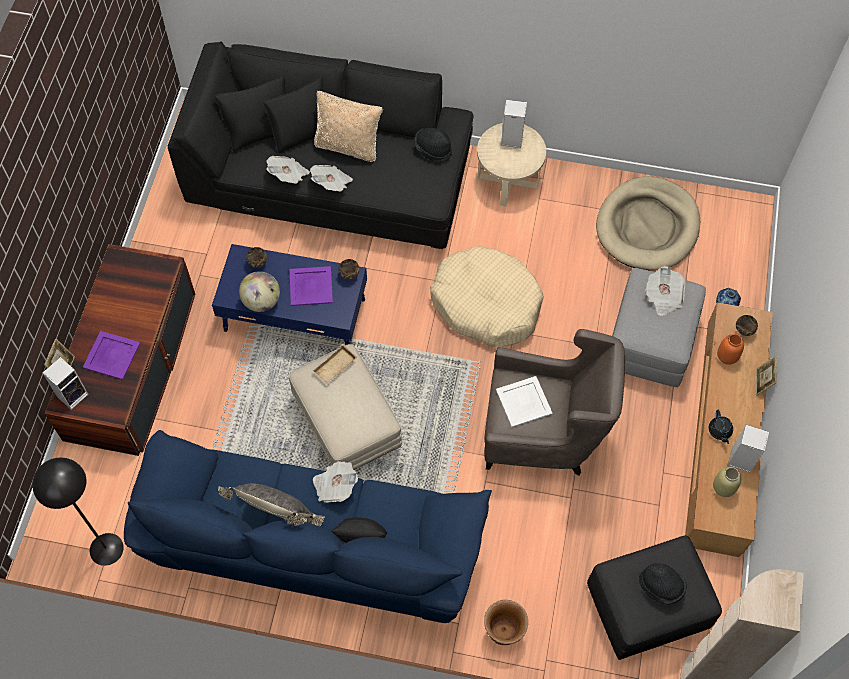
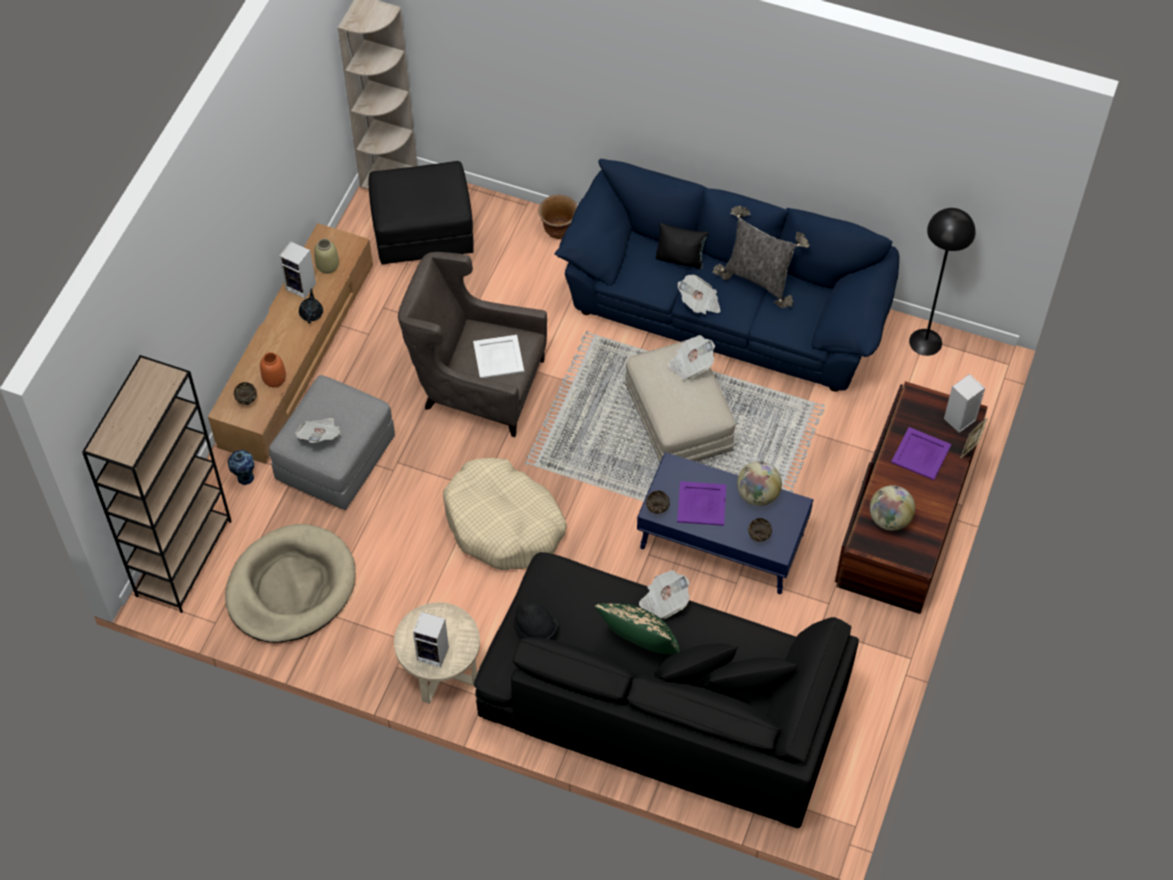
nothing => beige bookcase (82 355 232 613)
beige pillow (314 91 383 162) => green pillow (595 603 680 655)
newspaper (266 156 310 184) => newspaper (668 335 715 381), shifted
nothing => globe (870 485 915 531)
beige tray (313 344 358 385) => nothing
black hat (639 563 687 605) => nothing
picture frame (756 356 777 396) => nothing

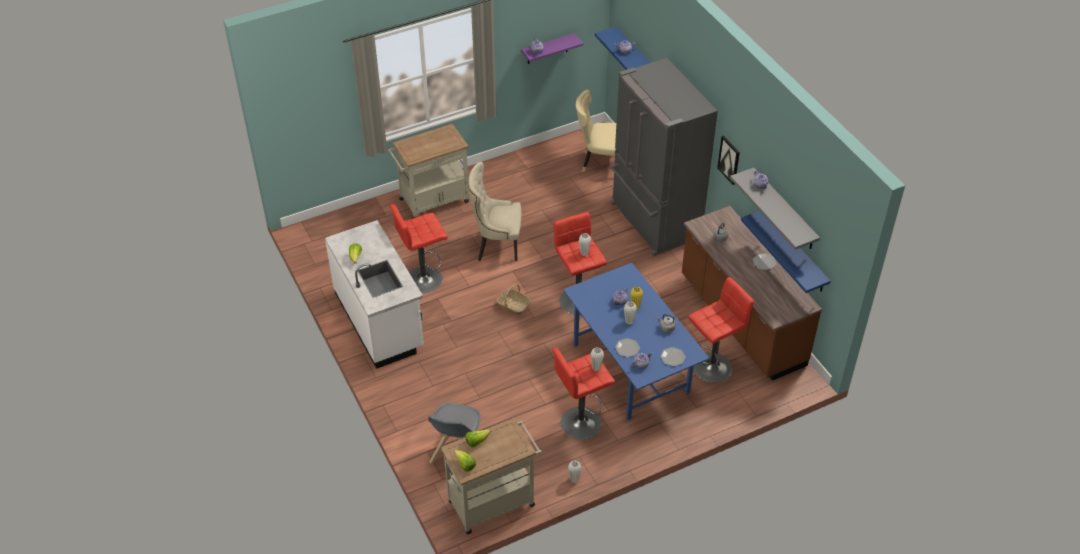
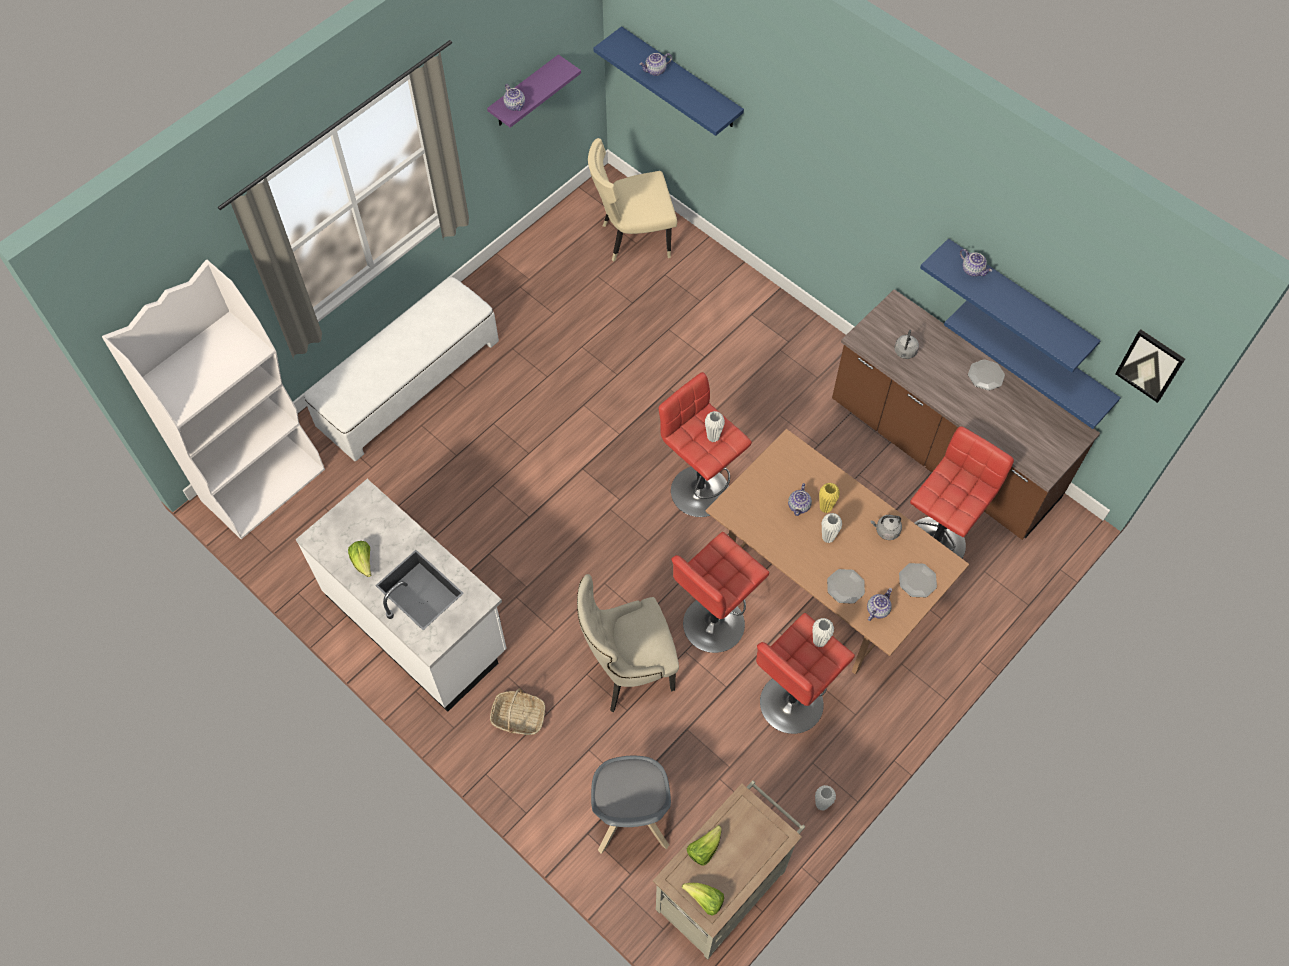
nothing => white bookcase (102 259 325 539)
beige cart (388 124 469 219) => white bench (304 277 499 461)
basket (497 284 530 315) => basket (490 688 545 735), shifted
beige chair (468 162 521 261) => beige chair (577 574 679 712), shifted
red stool (390 204 447 293) => red stool (671 532 769 653), shifted
blue dining table (563 263 709 420) => brown dining table (705 429 969 674)
grey shelf (730 167 820 250) => blue shelf (920 238 1101 372)
picture (717 135 740 185) => picture (1115 329 1185 403), shifted
grey fridge (610 58 718 256) => nothing

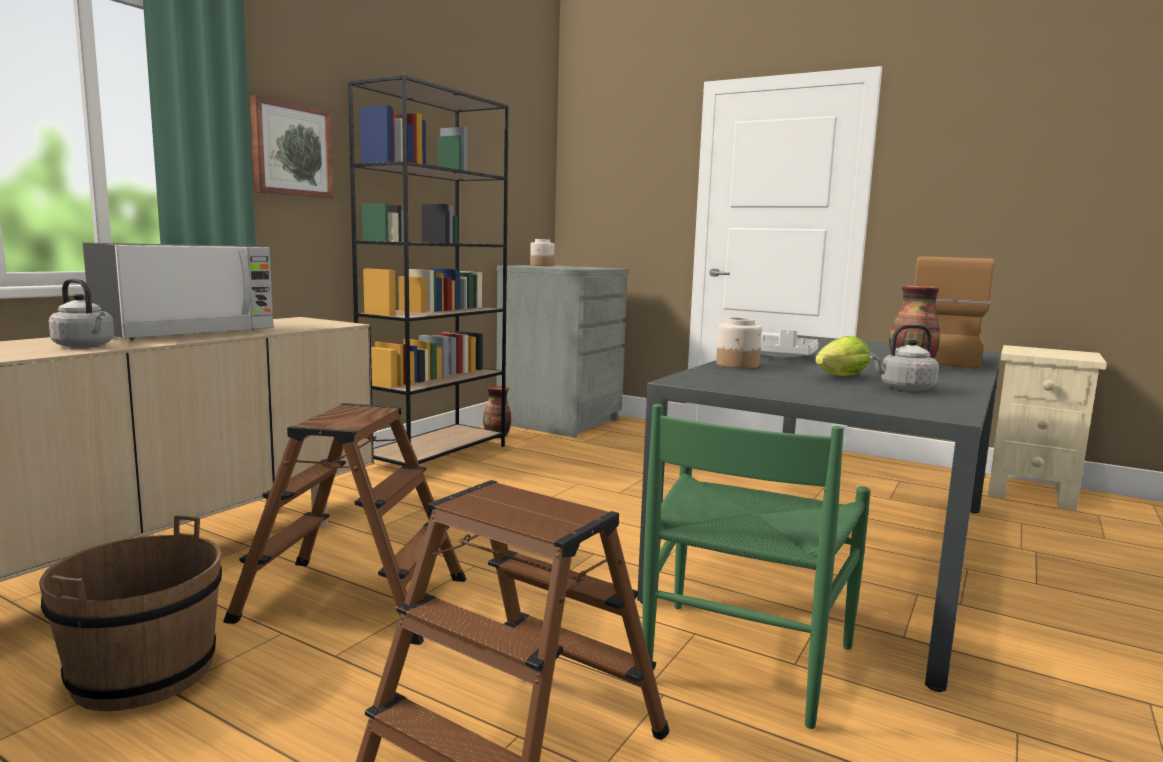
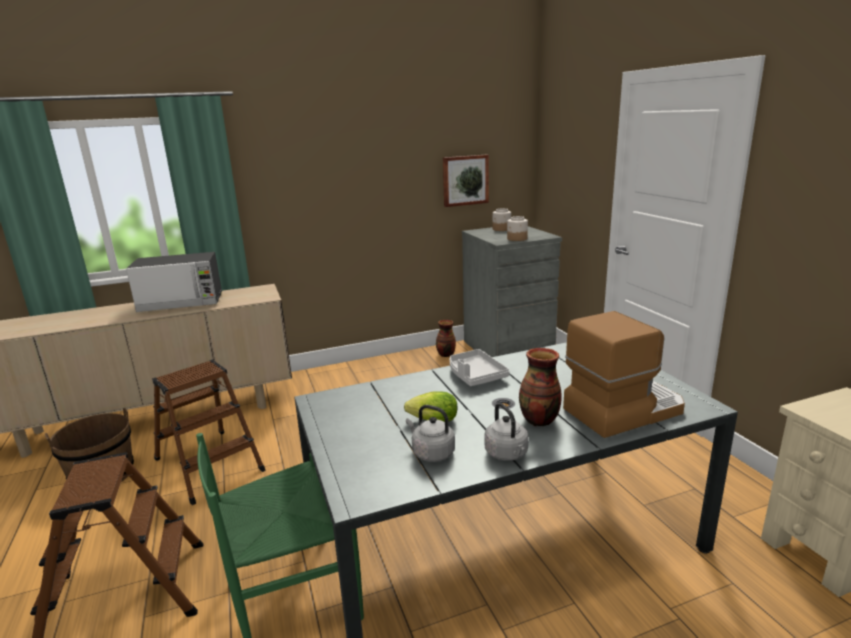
picture (250 95 333 198) => picture (443 154 489 207), shifted
grey kettle (49 278 114 348) => grey kettle (484 403 529 461), shifted
jar (716 317 762 368) => jar (507 216 528 241), shifted
beige bookcase (348 75 509 466) => nothing

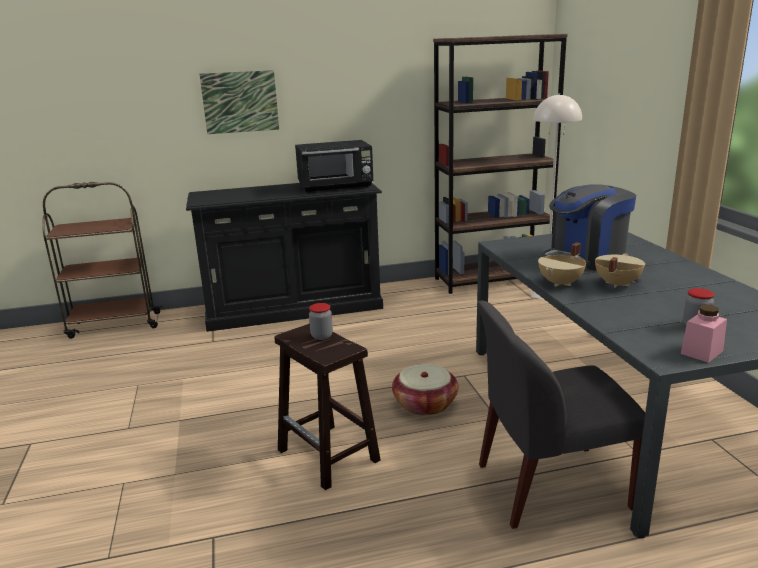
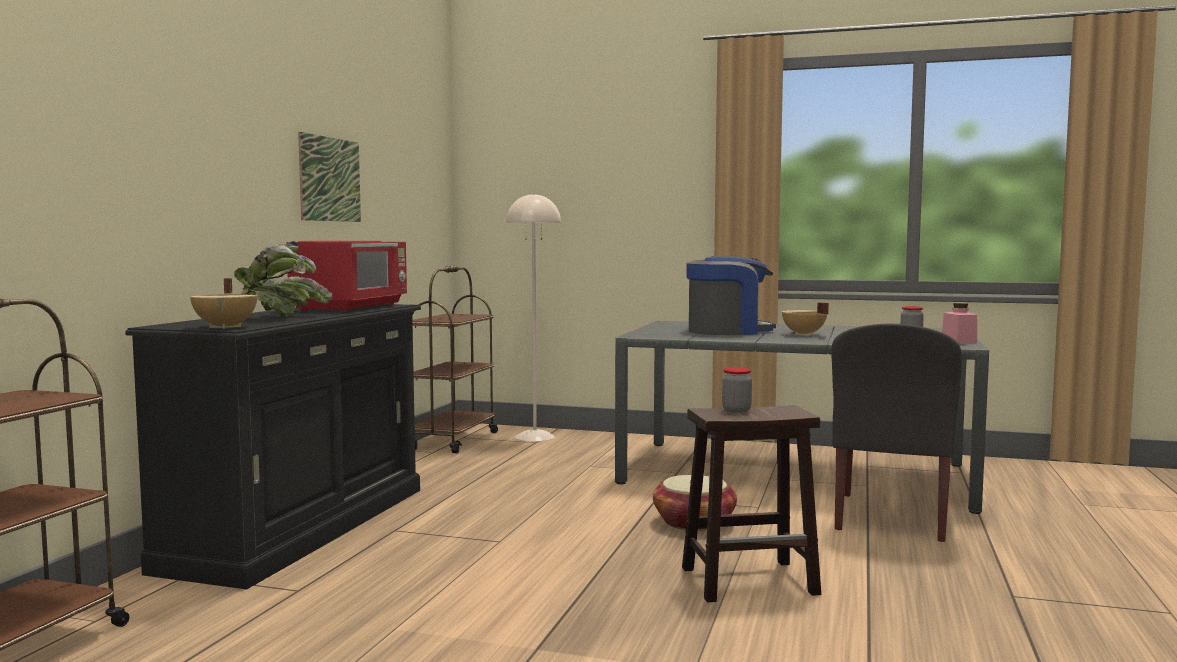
beige cooking pot (538 242 586 287) => beige cooking pot (189 278 258 329), shifted
nothing => potted plant (234 241 332 317)
black microwave (295 140 373 193) => red microwave (286 241 407 312)
picture (200 70 279 134) => picture (298 132 361 222), shifted
brown bookcase (433 34 568 294) => brown cart (412 265 498 453)
coffee machine (541 184 636 271) => coffee machine (686 256 776 335), 105 degrees counterclockwise

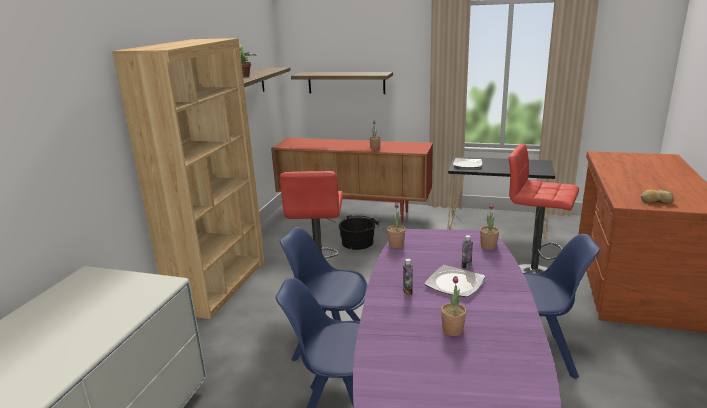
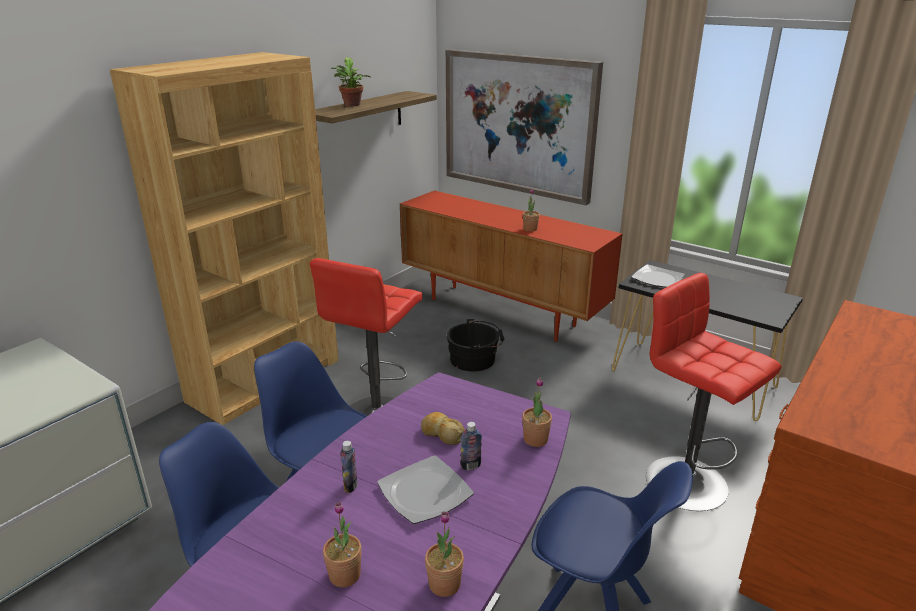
bread (641 190 673 204) => bread (421 412 465 445), shifted
potted plant (387 203 405 248) => potted plant (425 511 464 597), shifted
shelf (291 72 393 94) => picture (446 50 603 205)

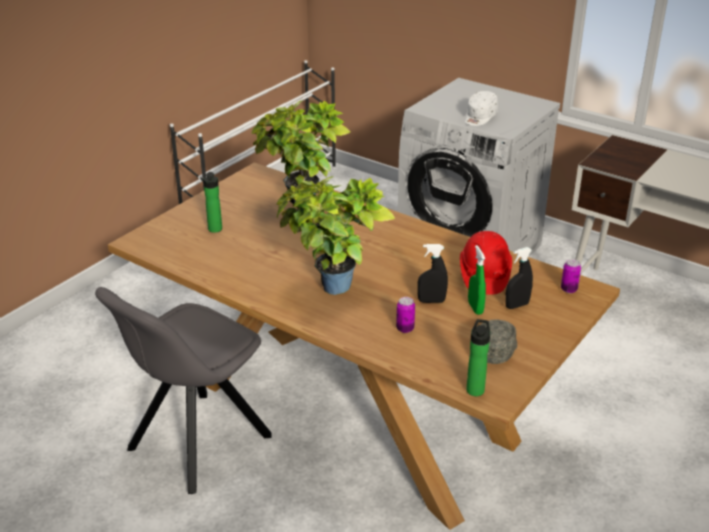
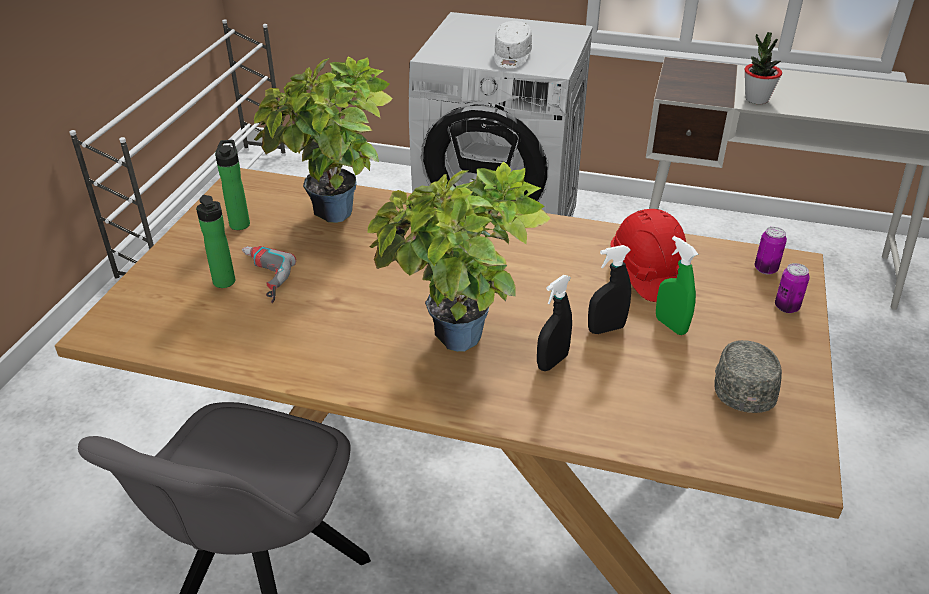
bottle (466 319 490 396) => bottle (215 140 250 230), shifted
nothing => power drill (242 246 296 303)
black spray bottle (505 247 533 309) => black spray bottle (537 275 572 371), shifted
nothing => potted plant (744 32 782 104)
can (396 297 415 333) => can (775 263 810 313), shifted

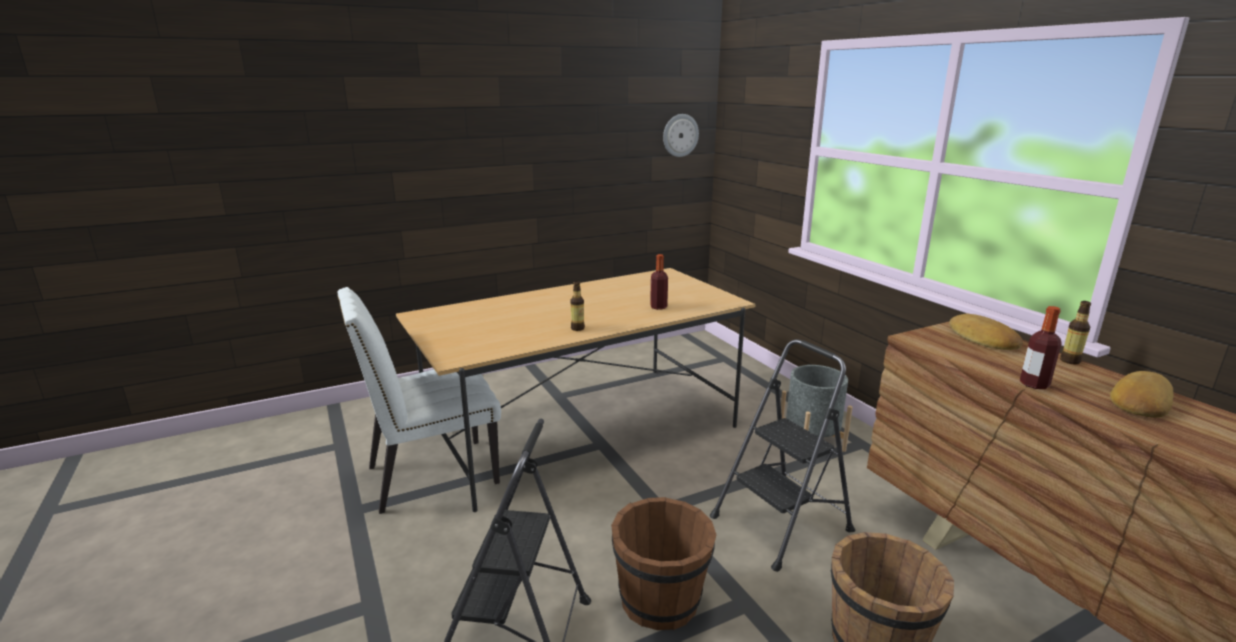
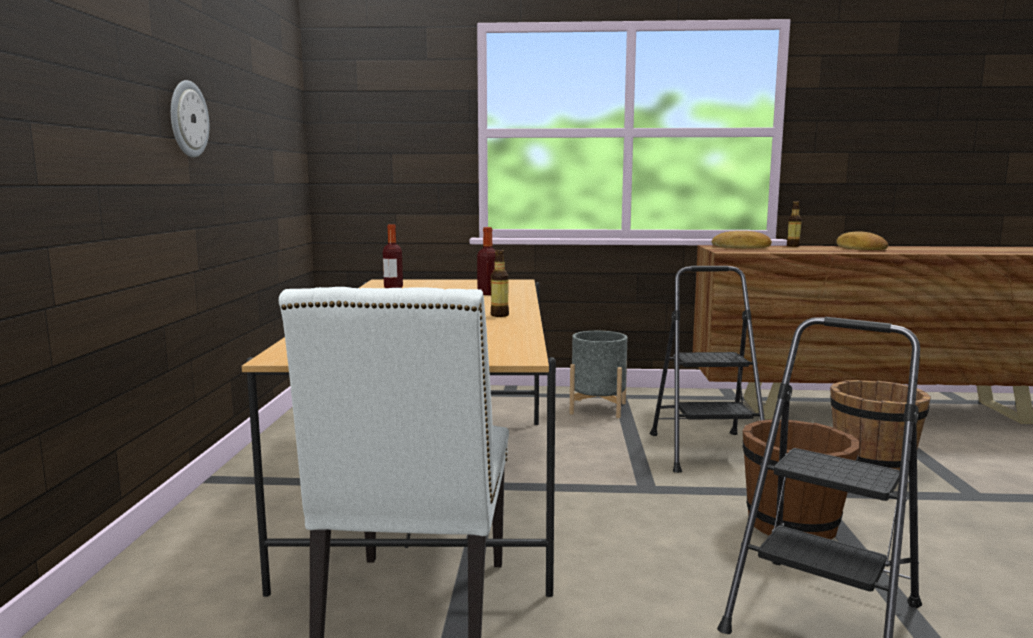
wall clock (663 114 699 157) => wall clock (171 80 209 158), shifted
bottle (1020 306 1062 389) => bottle (383 224 403 288), shifted

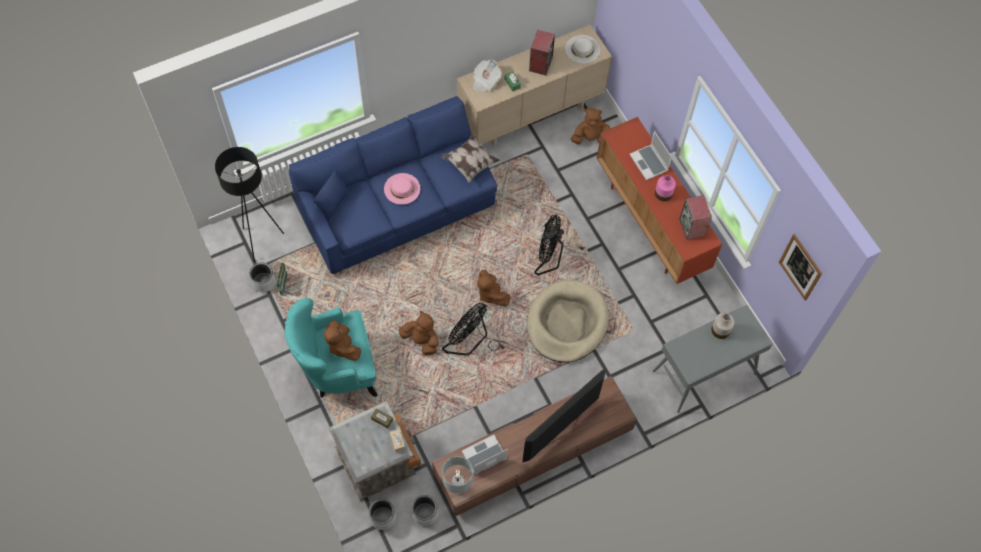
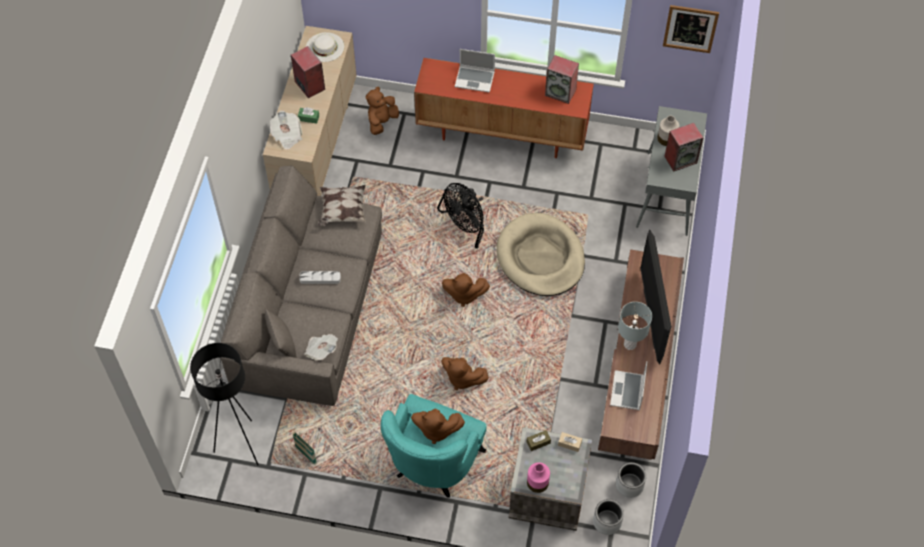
blue sofa (289 96 497 274) => grey sofa (221 165 382 406)
pink hat (384 173 420 205) => grey tray (299 271 341 284)
nothing => newspaper (304 334 338 361)
brown plush toy (399 311 439 355) => brown plush toy (441 357 489 390), 135 degrees counterclockwise
pink vase (655 175 676 201) => pink vase (527 462 550 493), shifted
grey table lamp (442 457 473 494) => grey table lamp (618 302 652 350), shifted
nothing => speaker (664 123 703 172)
grey planter (249 262 276 292) => nothing
black fan (442 303 504 355) => nothing

